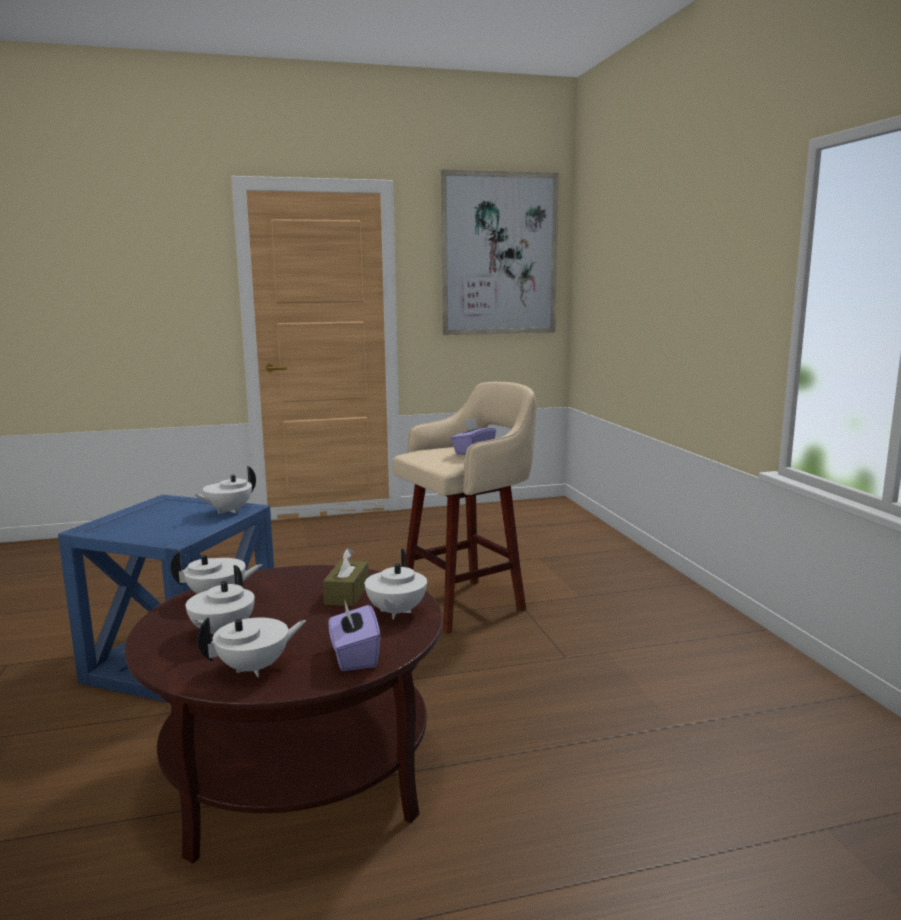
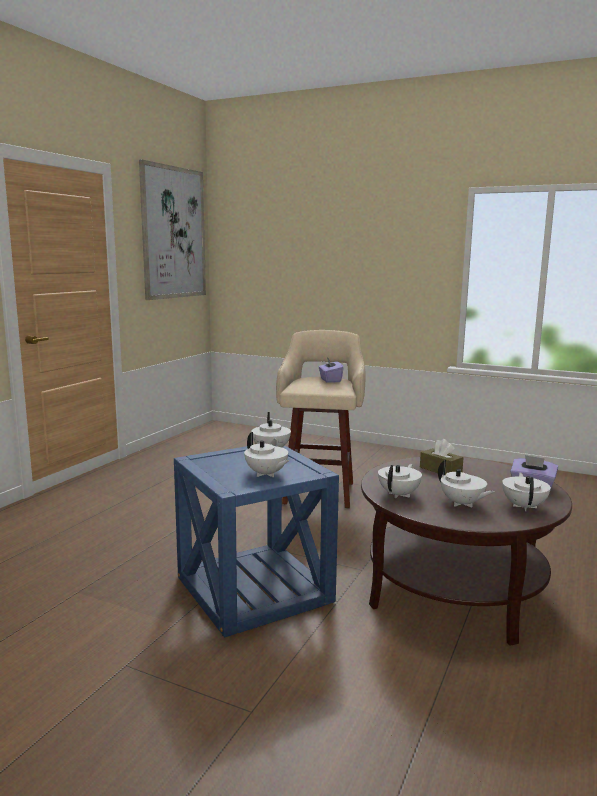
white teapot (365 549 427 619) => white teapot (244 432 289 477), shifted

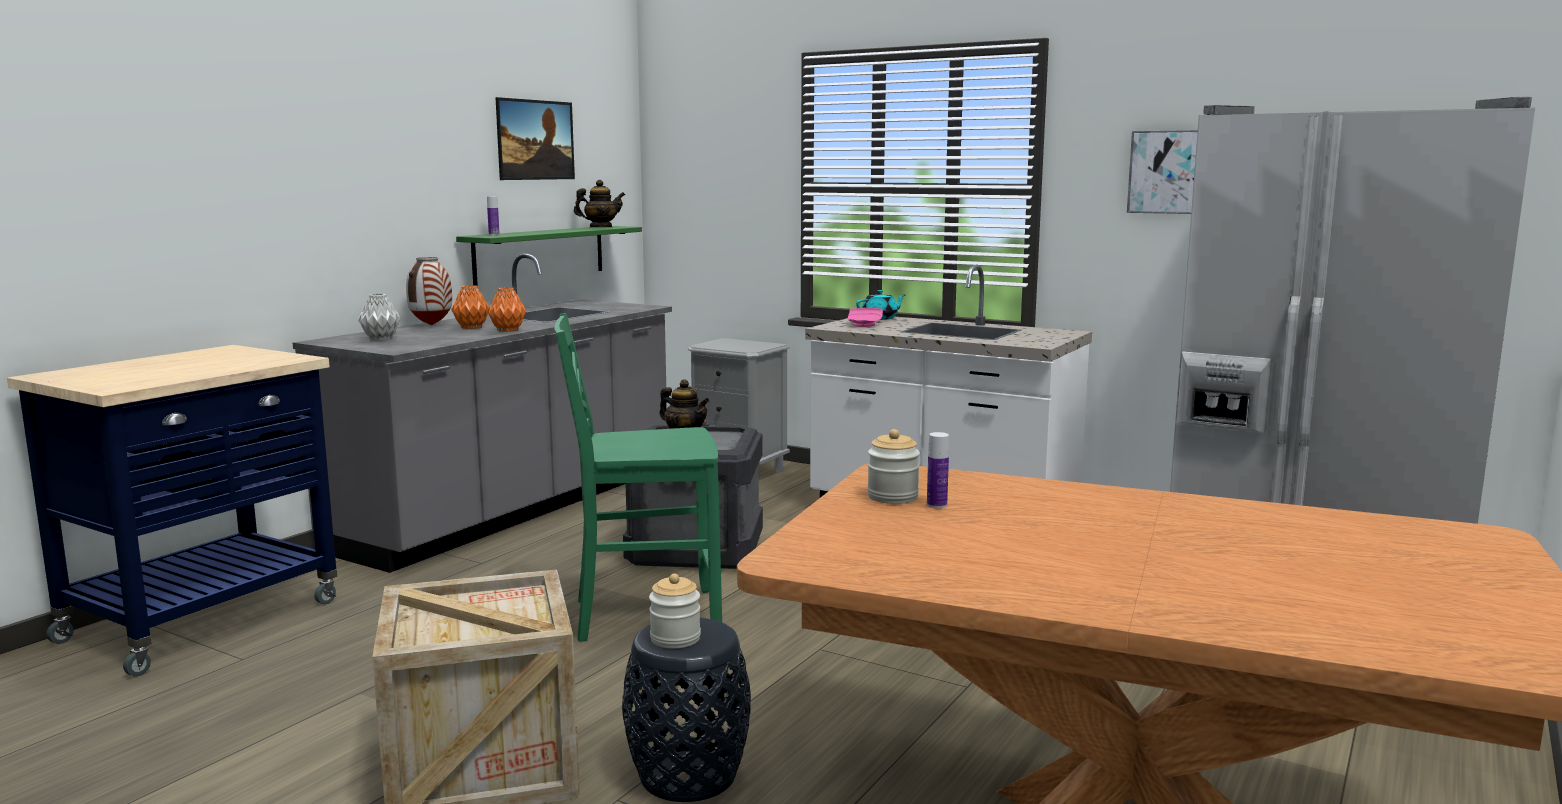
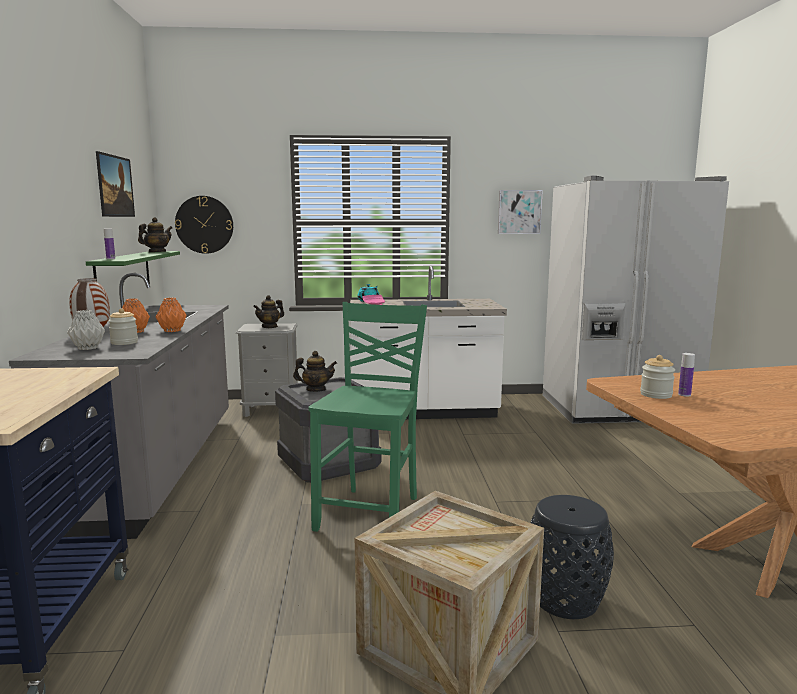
jar (649 574 701 649) => jar (108 308 138 345), shifted
nothing => wall clock (175 196 233 254)
nothing => teapot (253 295 284 328)
green chair (554 313 722 642) => green chair (308 302 427 532), 150 degrees clockwise

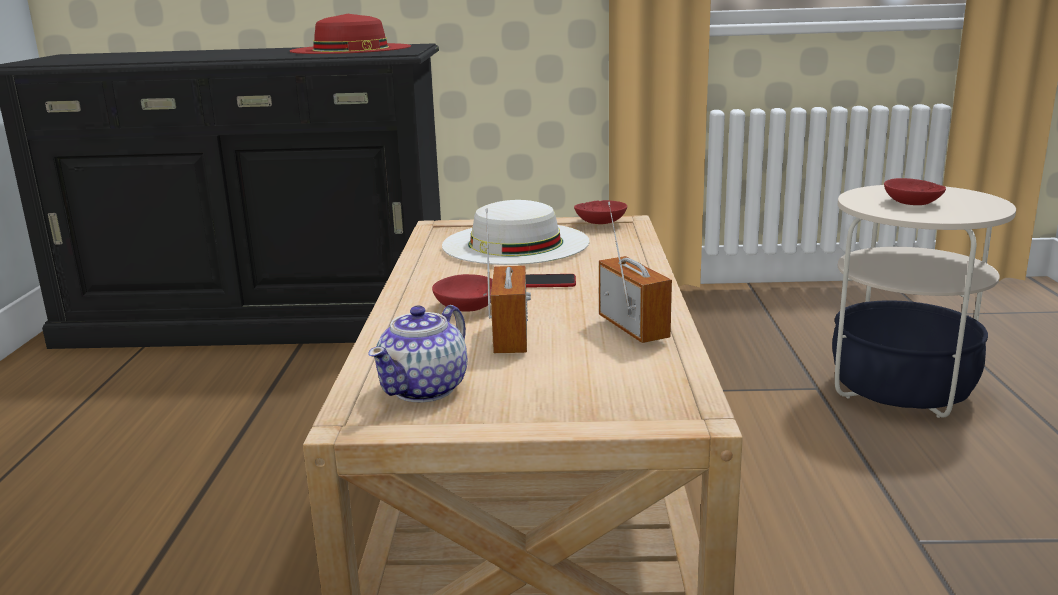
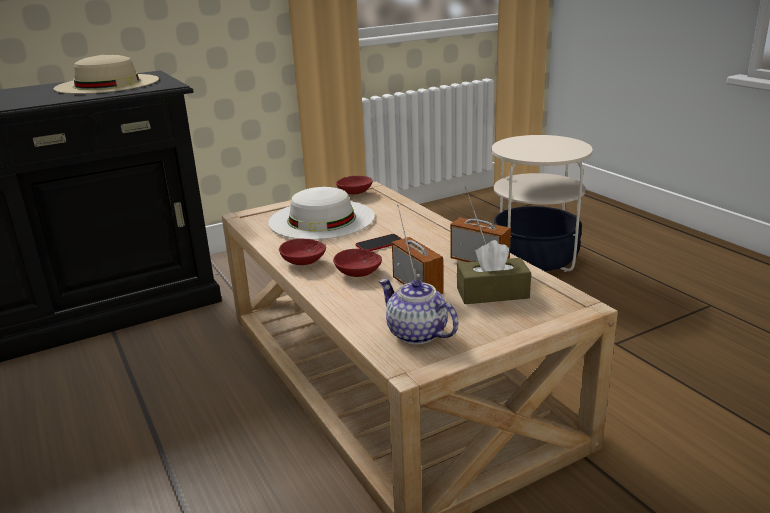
red hat (290 14 411 54) => beige hat (54 55 159 94)
red bowl (884 178 946 205) => red bowl (279 239 326 265), shifted
teapot (368 305 467 402) => teapot (379 279 459 345), 135 degrees clockwise
nothing => brown tissue box (457 240 531 304)

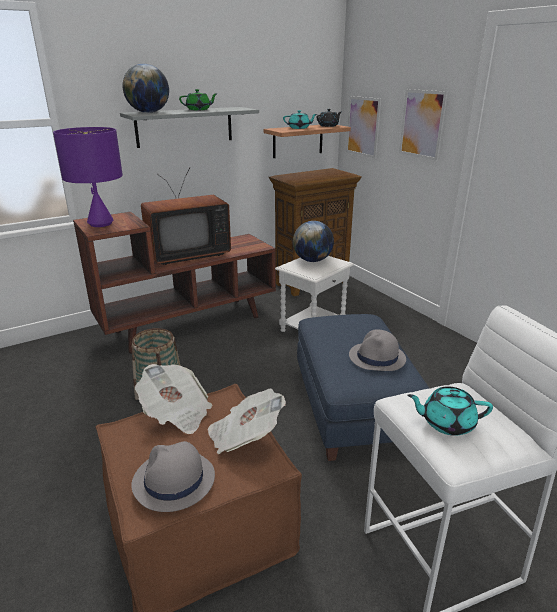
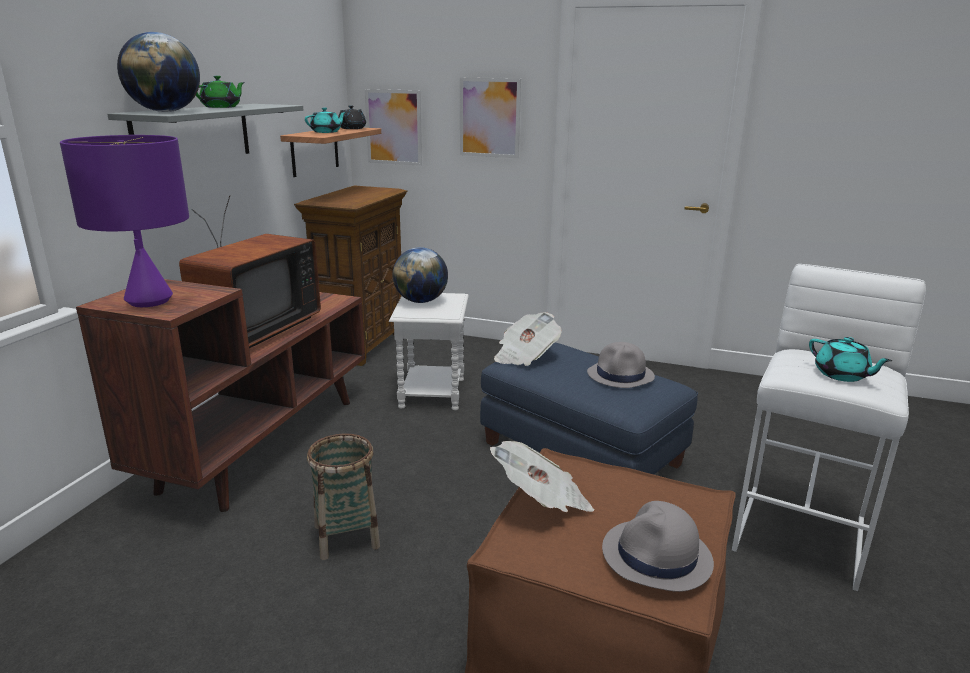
newspaper (208 389 286 454) => newspaper (494 312 562 366), shifted
turquoise teapot (407 386 493 436) => turquoise teapot (809 337 892 382), 90 degrees counterclockwise

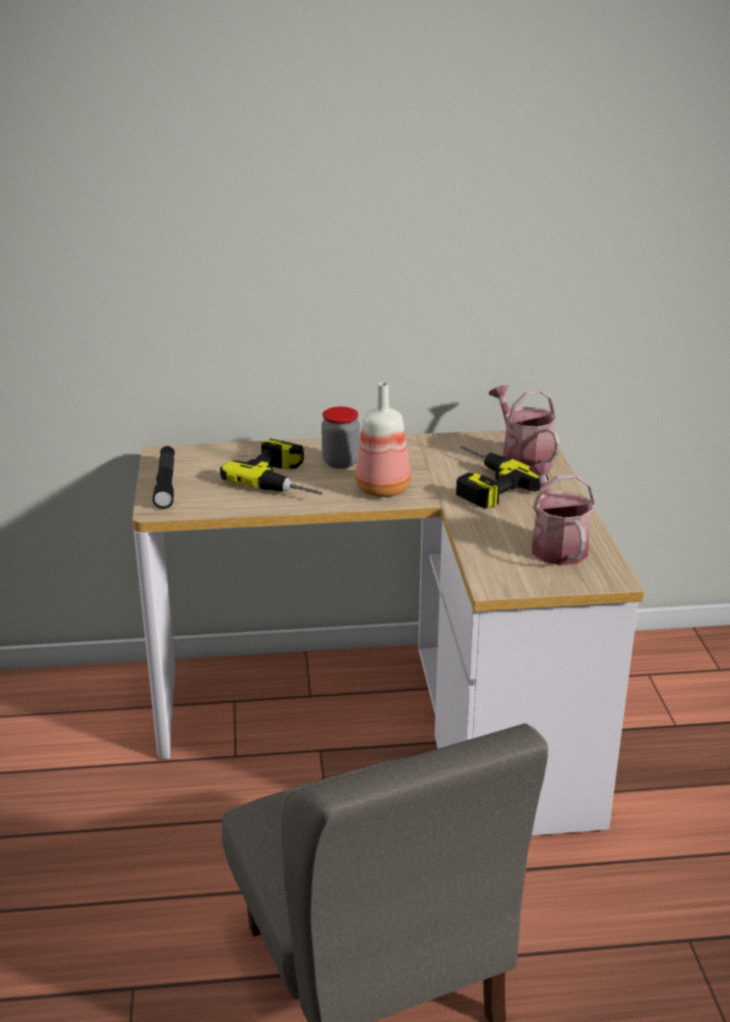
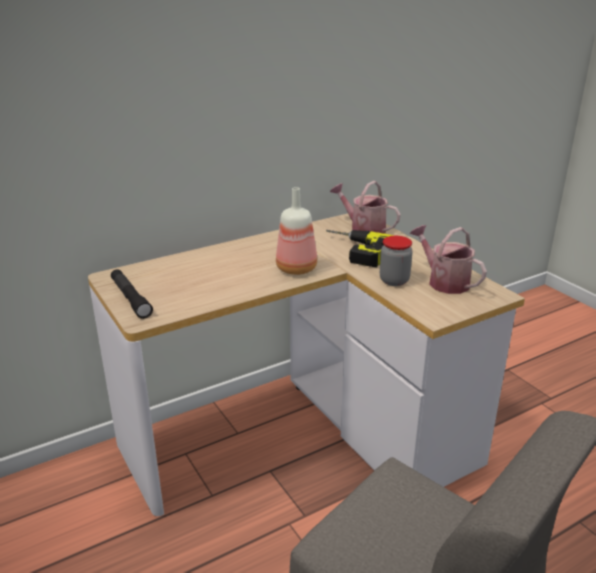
jar (321 407 360 469) => jar (380 236 413 286), shifted
power drill (220 439 323 495) => nothing

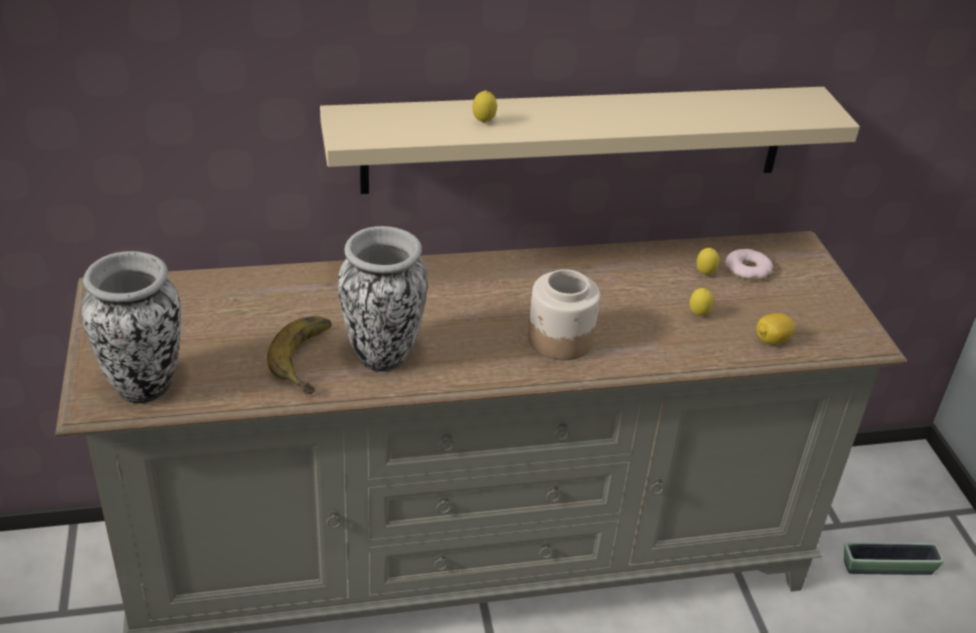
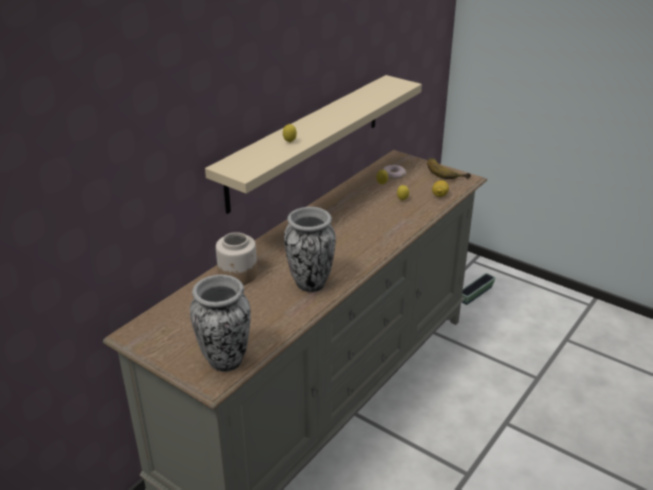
jar (528 269 600 360) => jar (216 232 257 285), shifted
banana (267 316 331 394) => banana (427 158 471 179), shifted

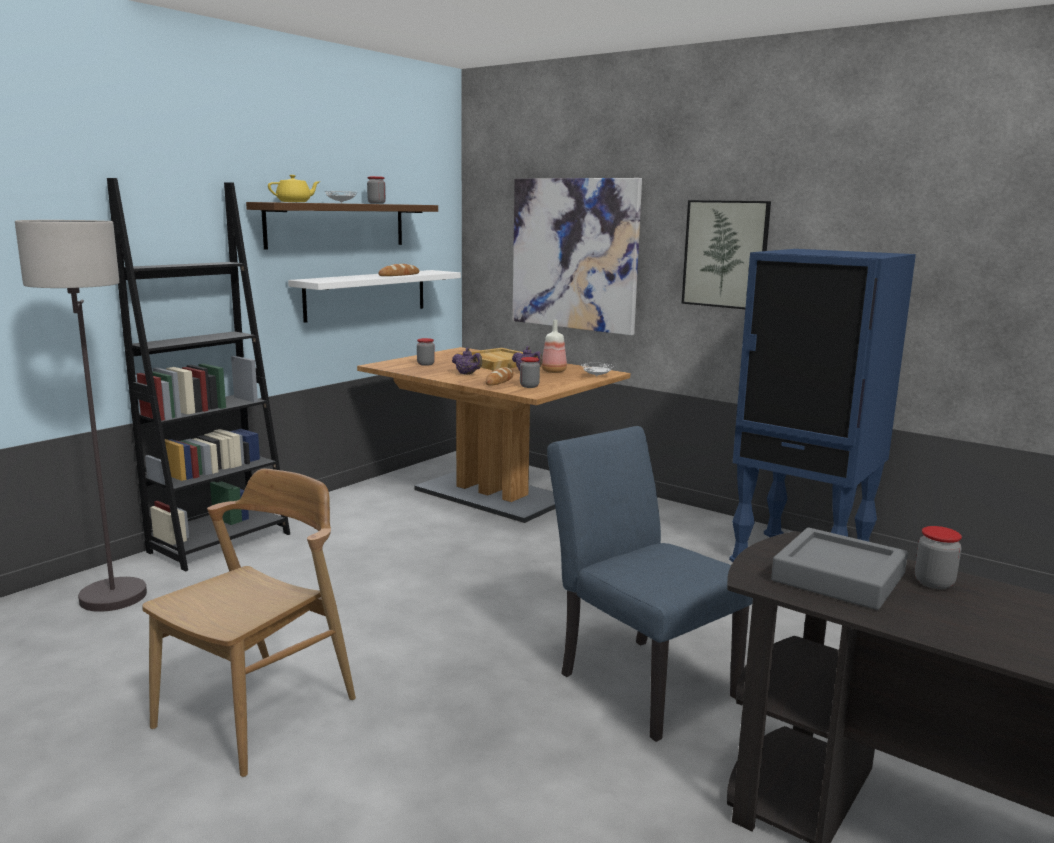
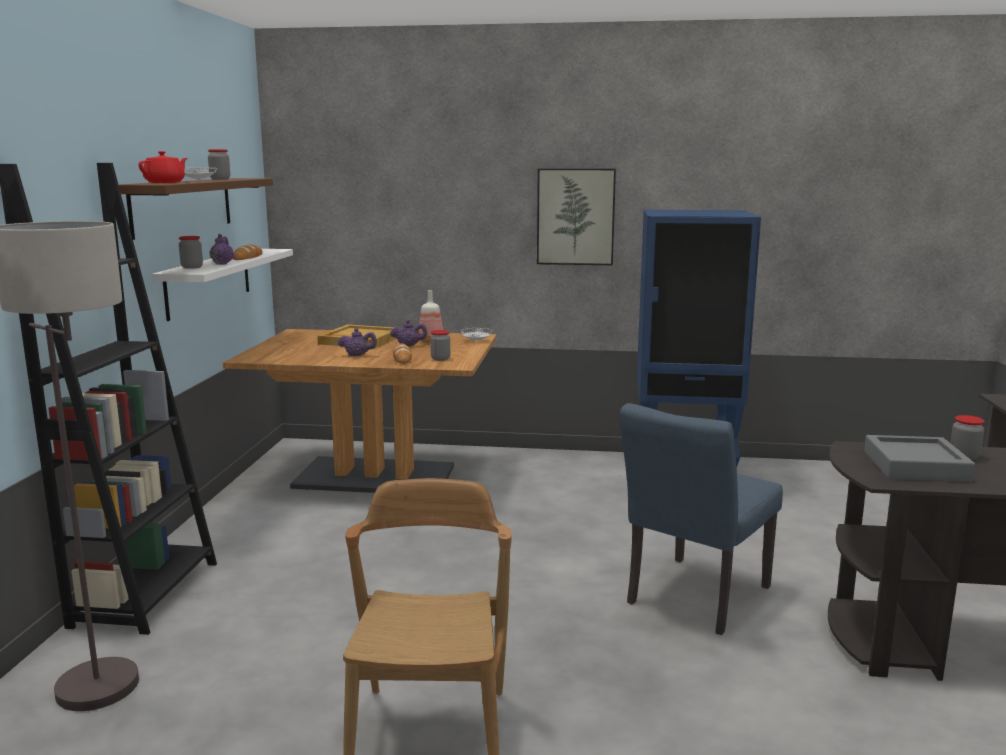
yellow teapot (268 175 319 202) => red teapot (138 151 188 183)
jar (417 338 435 366) => jar (179 236 203 269), shifted
nothing => purple teapot (210 234 234 265)
blue chair (547 426 753 742) => blue chair (619 403 783 635), 75 degrees counterclockwise
picture (513 178 642 335) => nothing

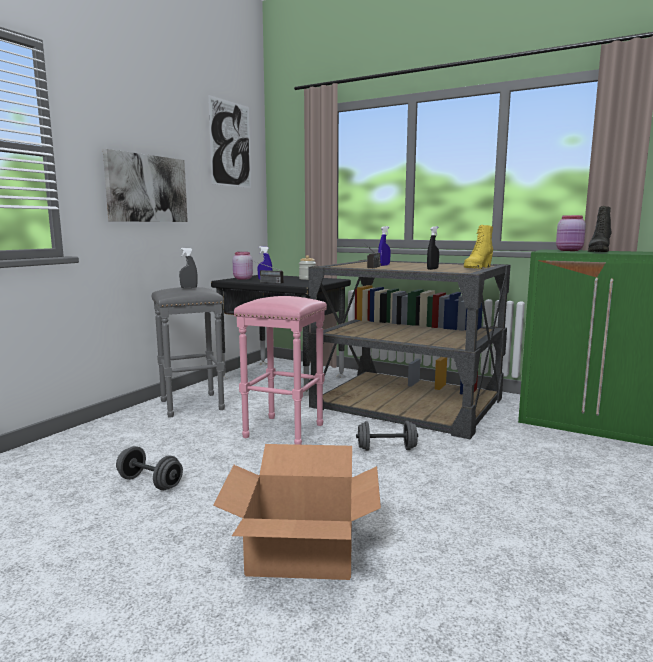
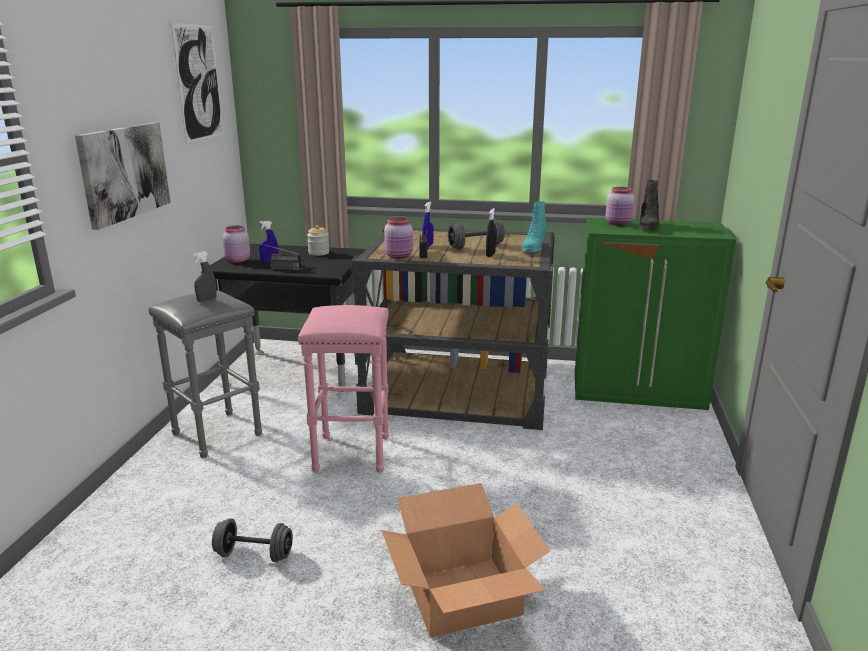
nothing => pink jar (384 217 413 259)
grey dumbbell (356 421 418 451) => grey dumbbell (448 219 505 250), shifted
yellow boot (464 225 493 269) => turquoise boot (522 201 546 252)

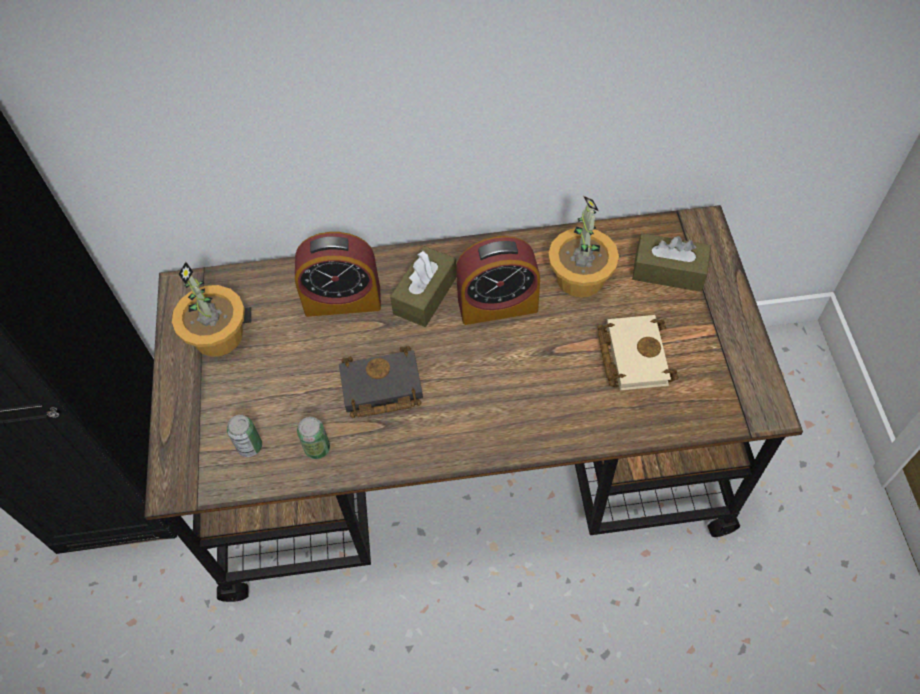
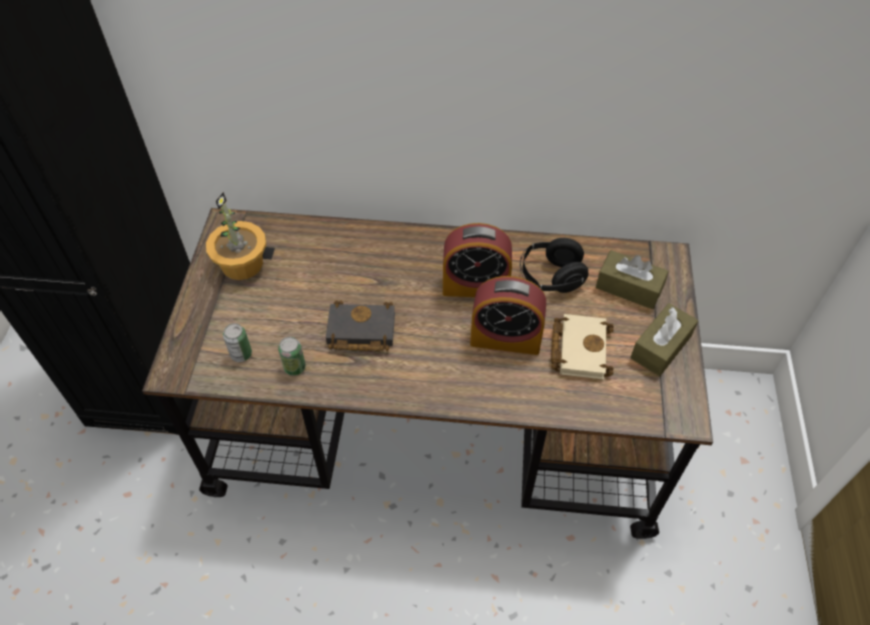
alarm clock (295 232 381 317) => alarm clock (470 276 546 355), shifted
potted plant (548 196 619 298) => black headphones (520 238 588 293)
brown tissue box (390 246 457 327) => brown tissue box (630 303 698 376), shifted

